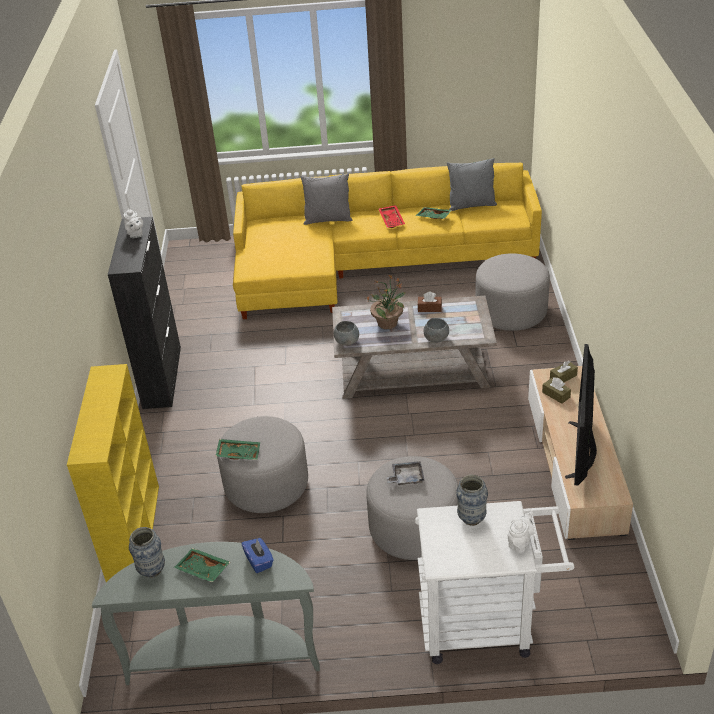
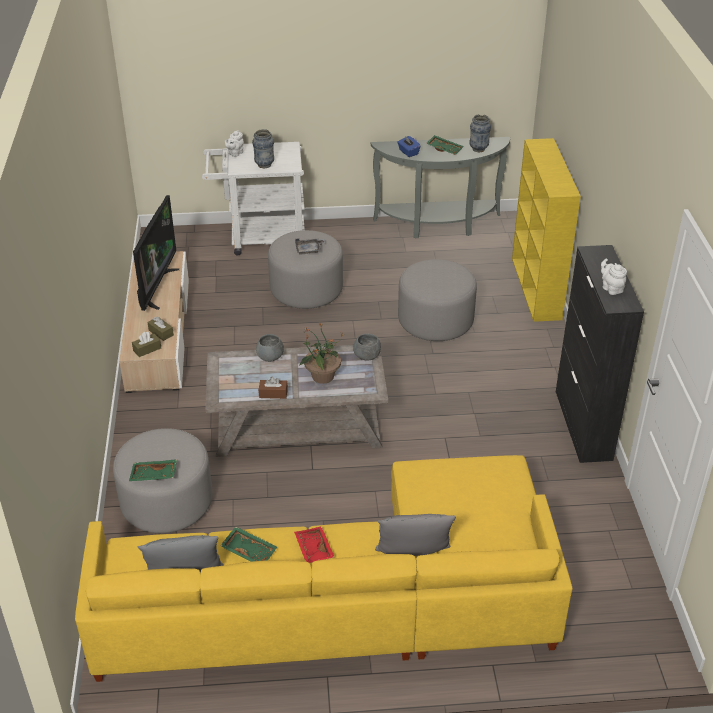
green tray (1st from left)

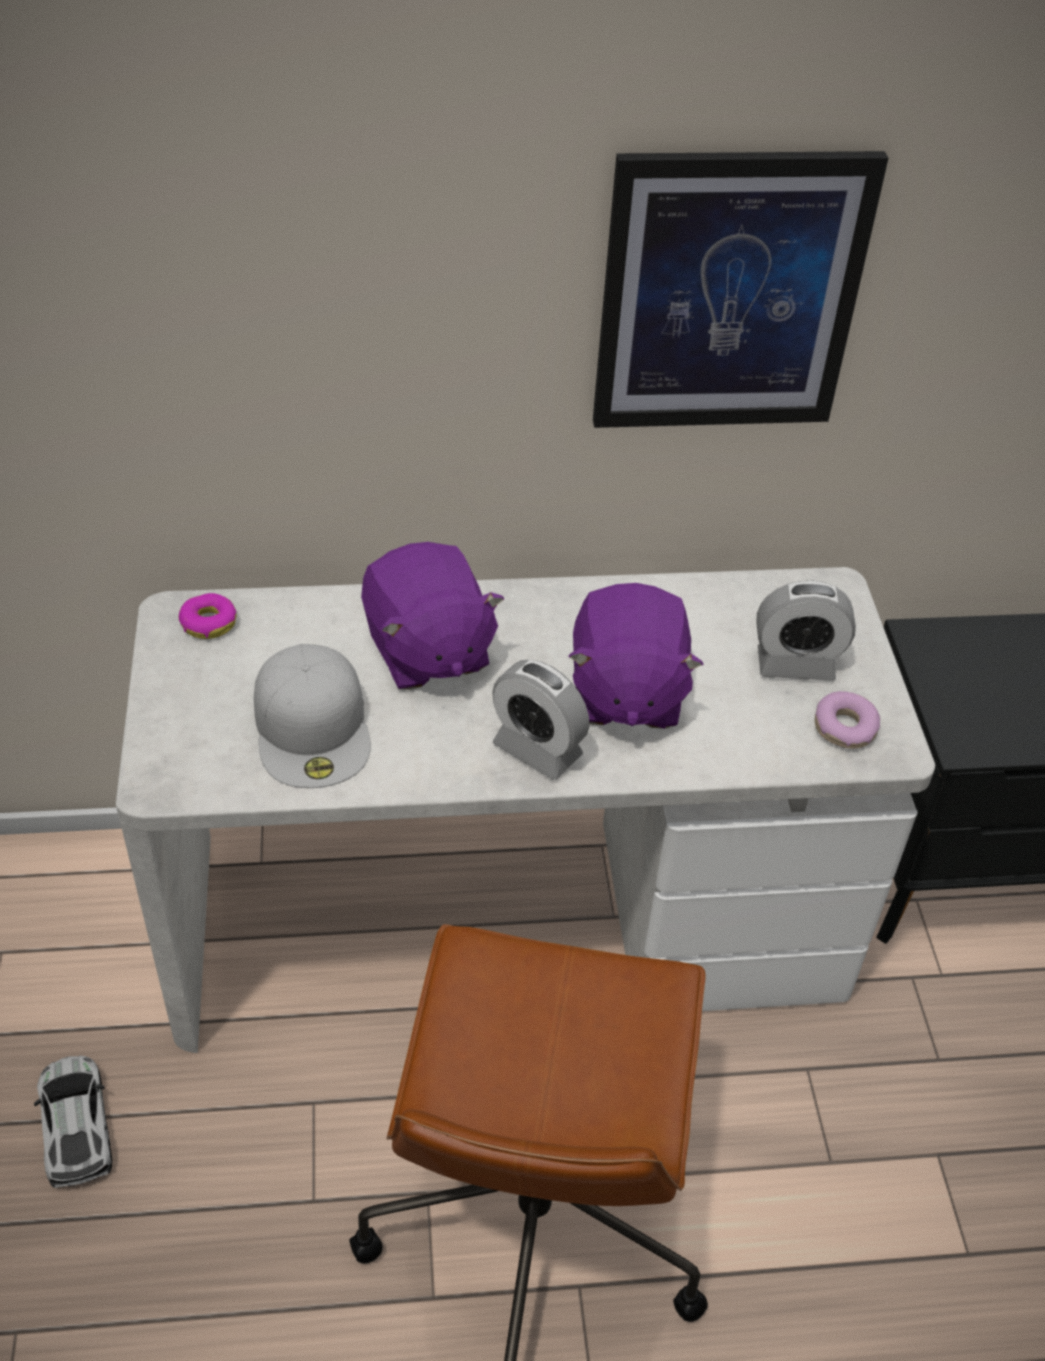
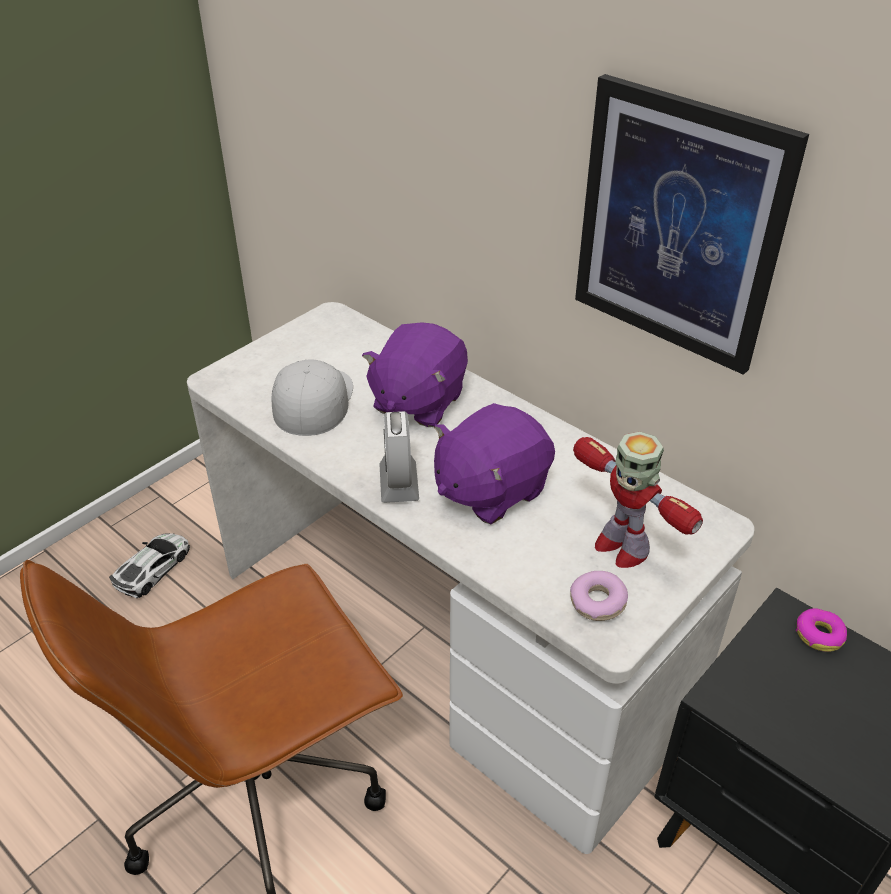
donut (2nd from left)
white cap
toy robot

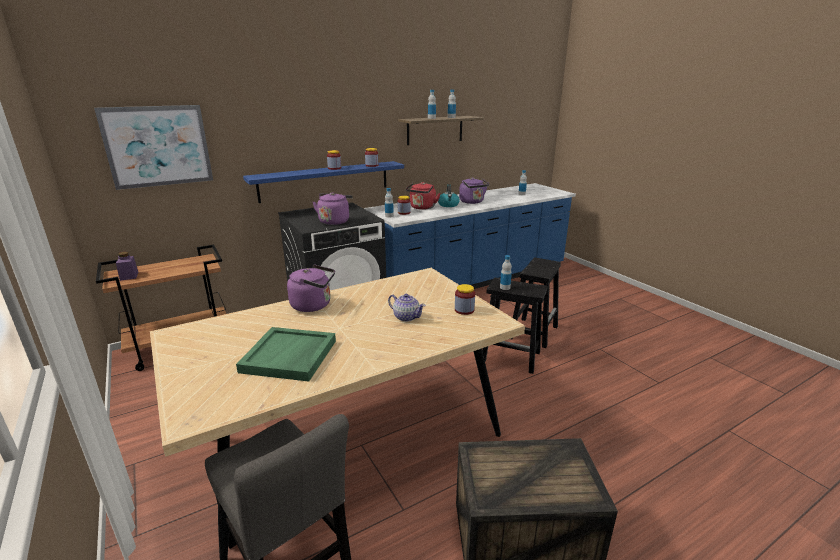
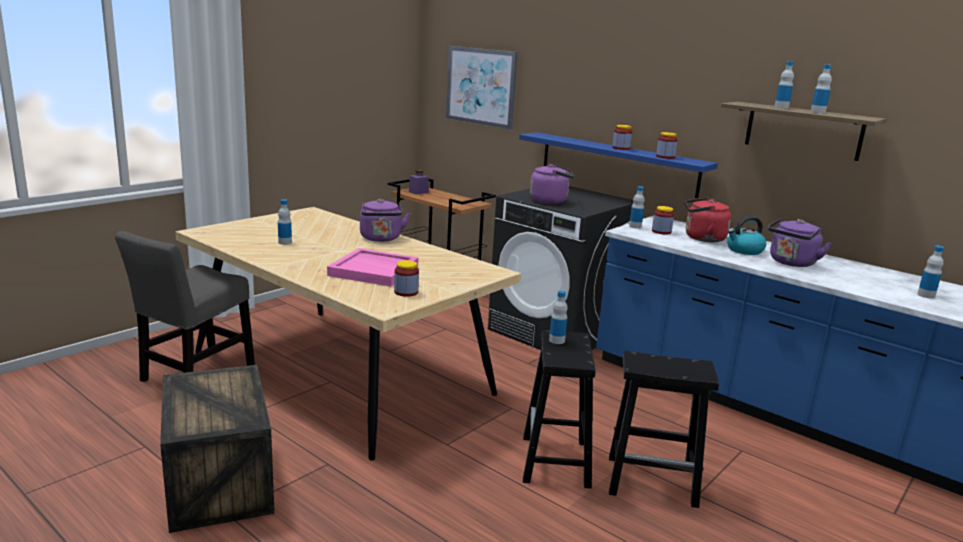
bottle (1st from left)
pink tray

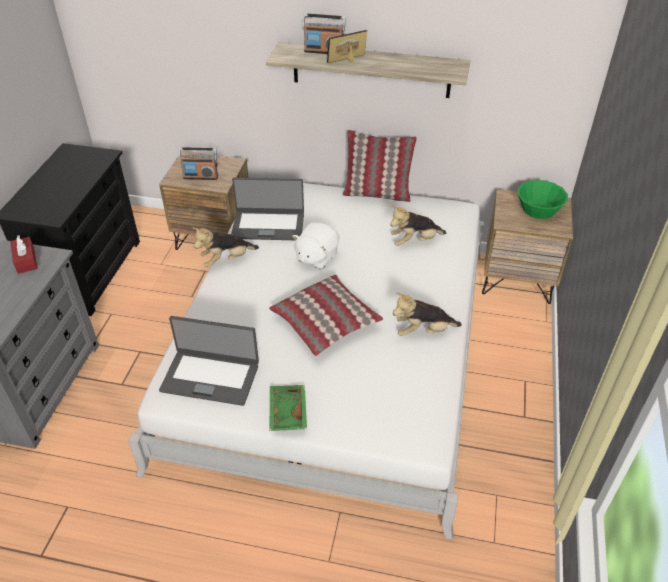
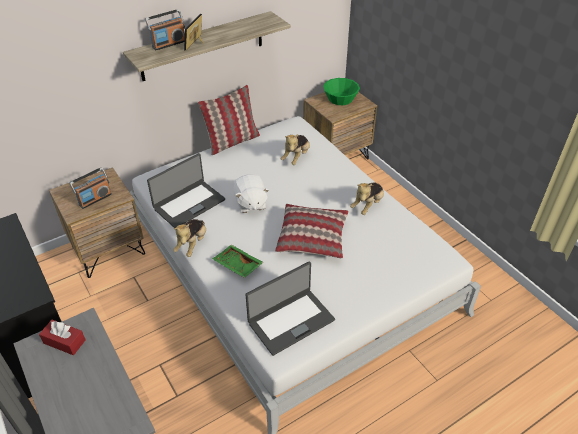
green tray

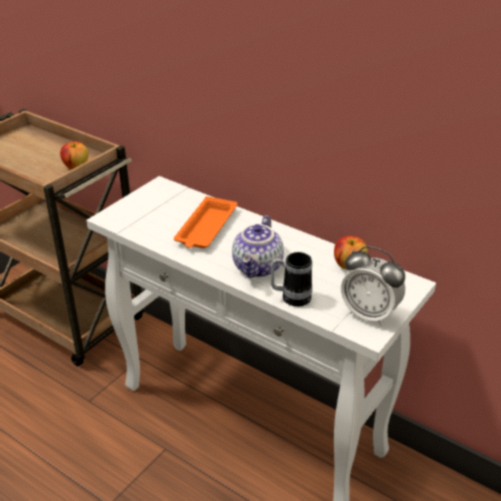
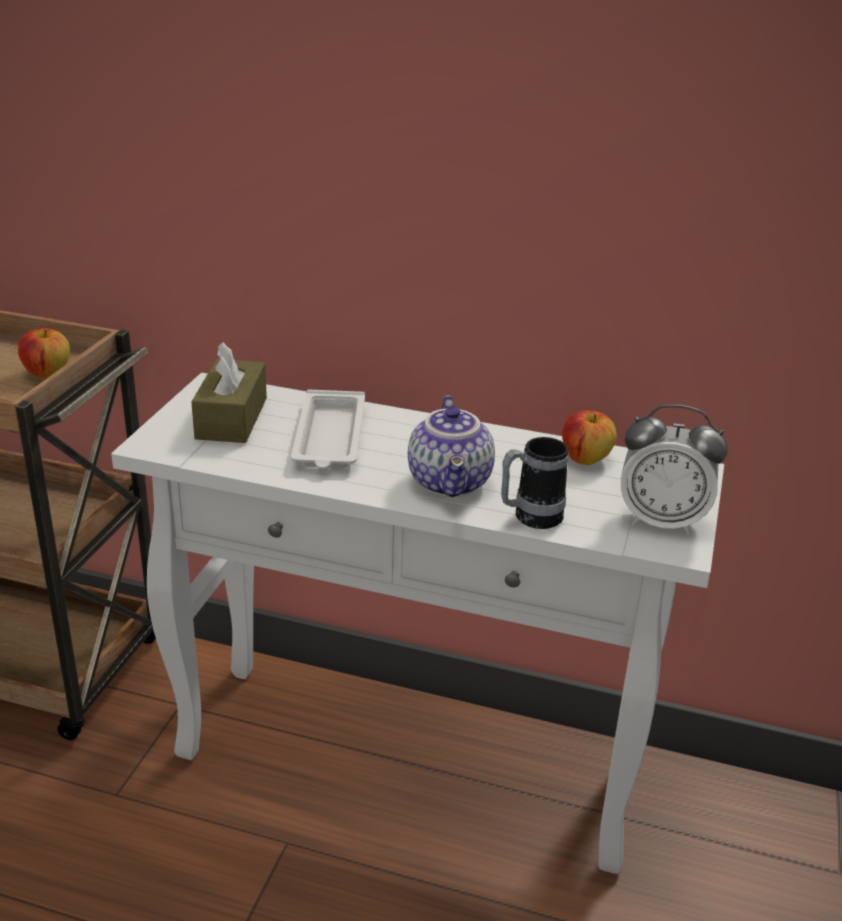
white tray
brown tissue box

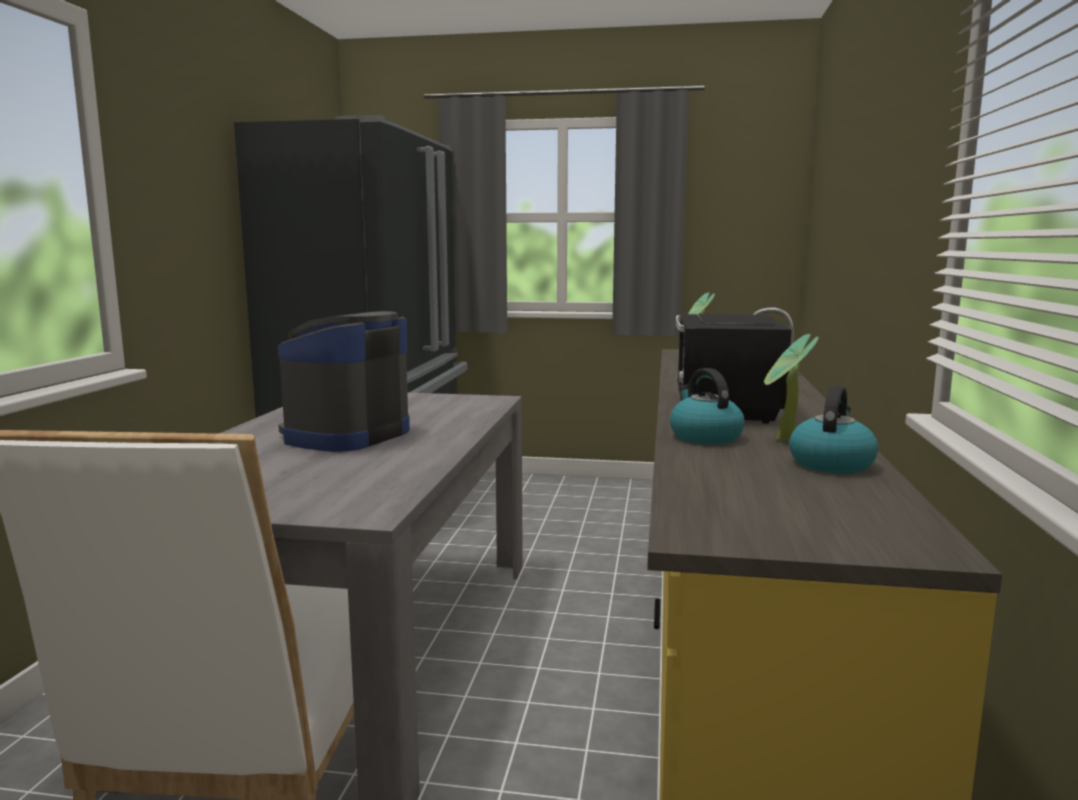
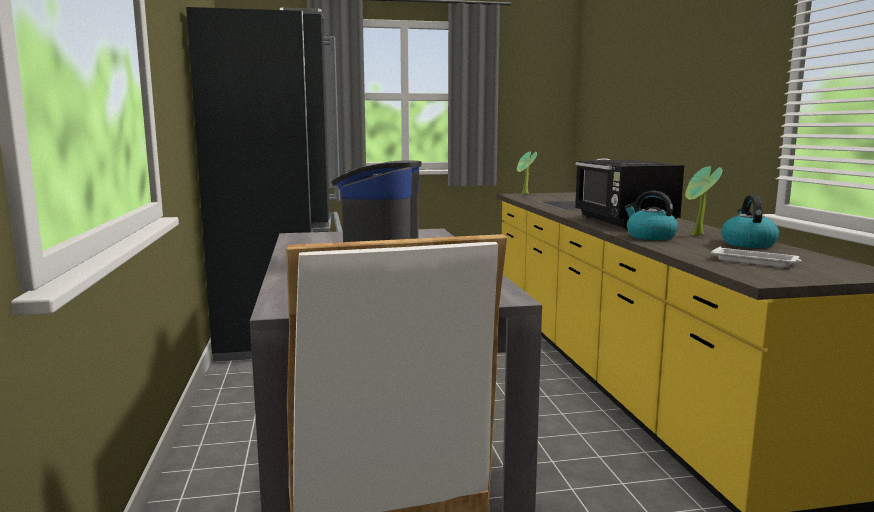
white tray

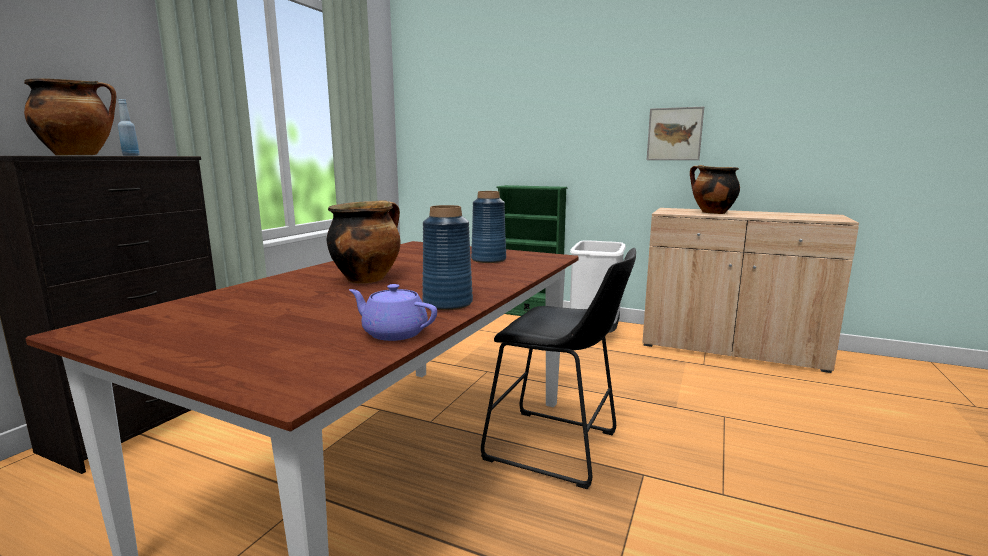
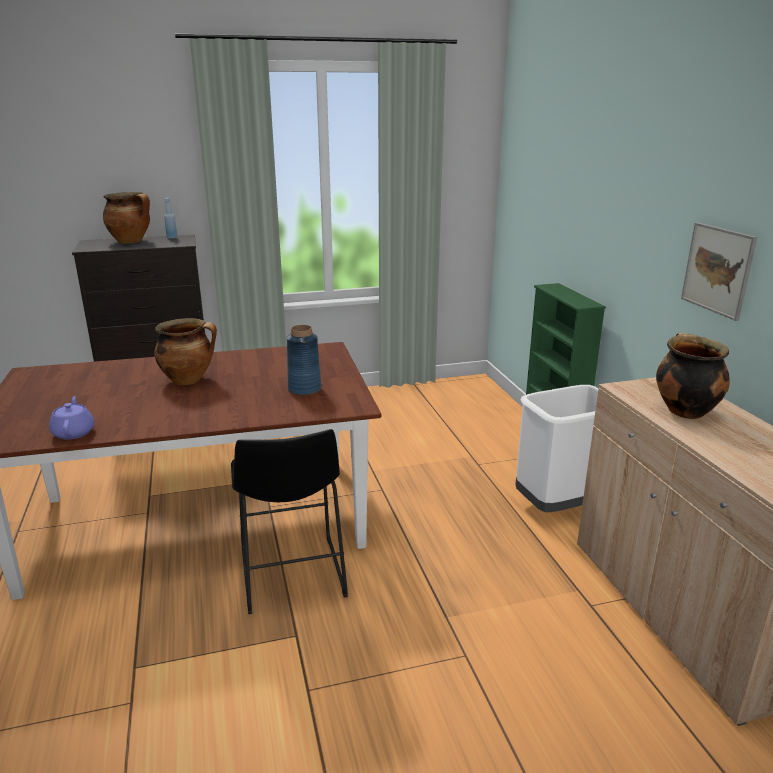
blue vase (1st from left in the first image)

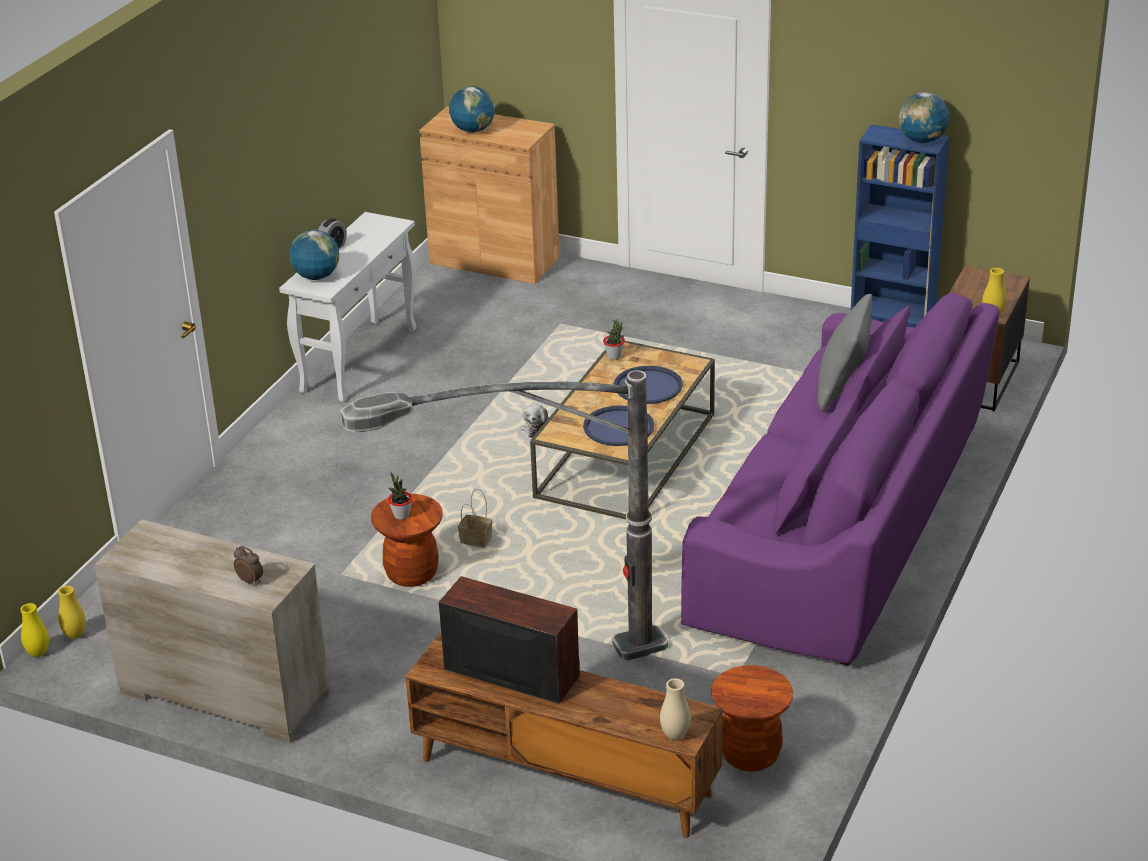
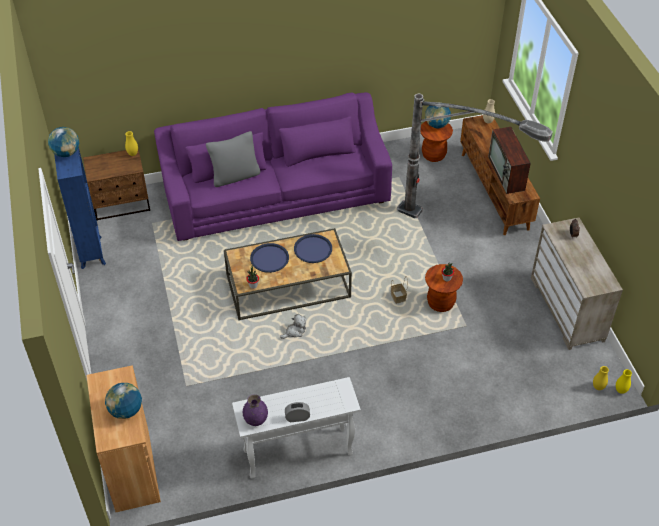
globe (3rd from left)
purple vase

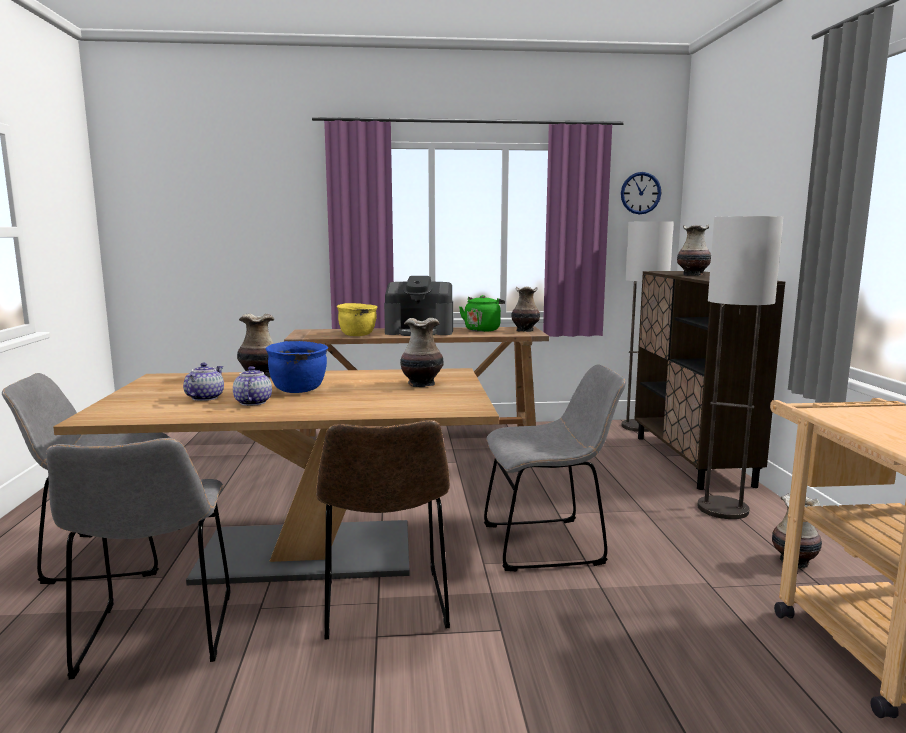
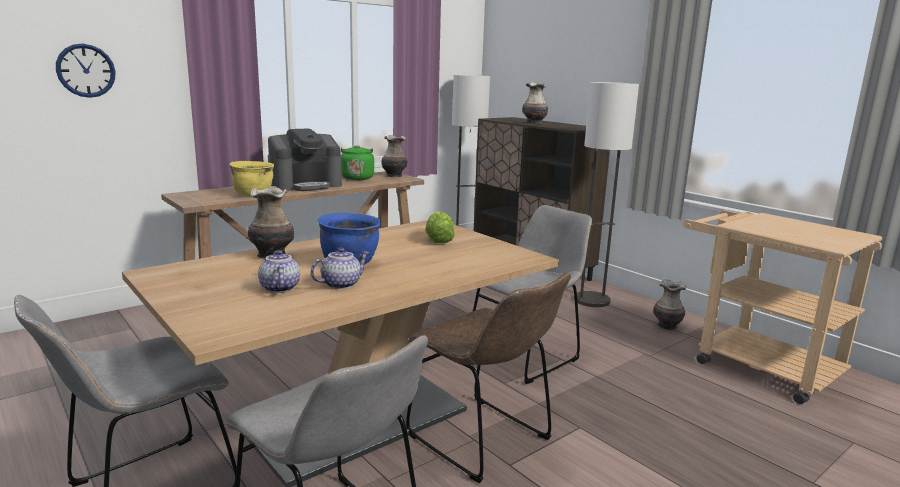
teapot (2nd from left)
lettuce
wall clock

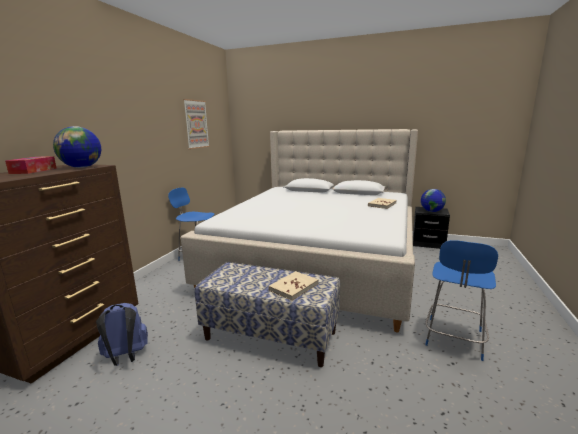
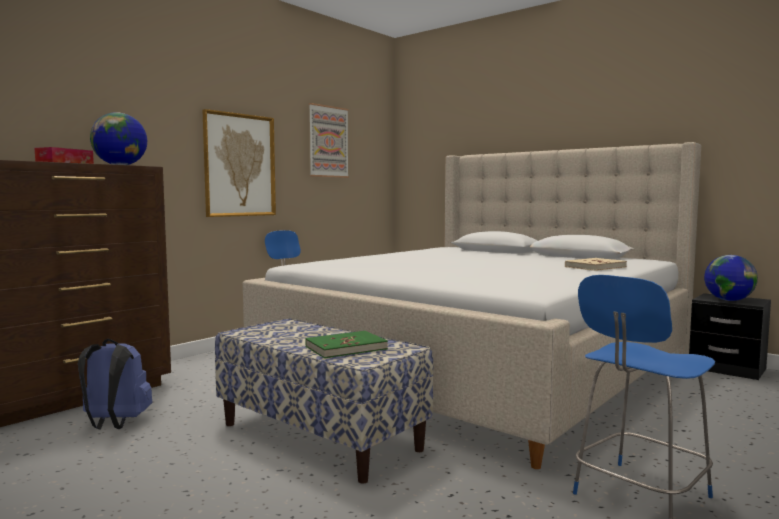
green book
picture (1st from left)

